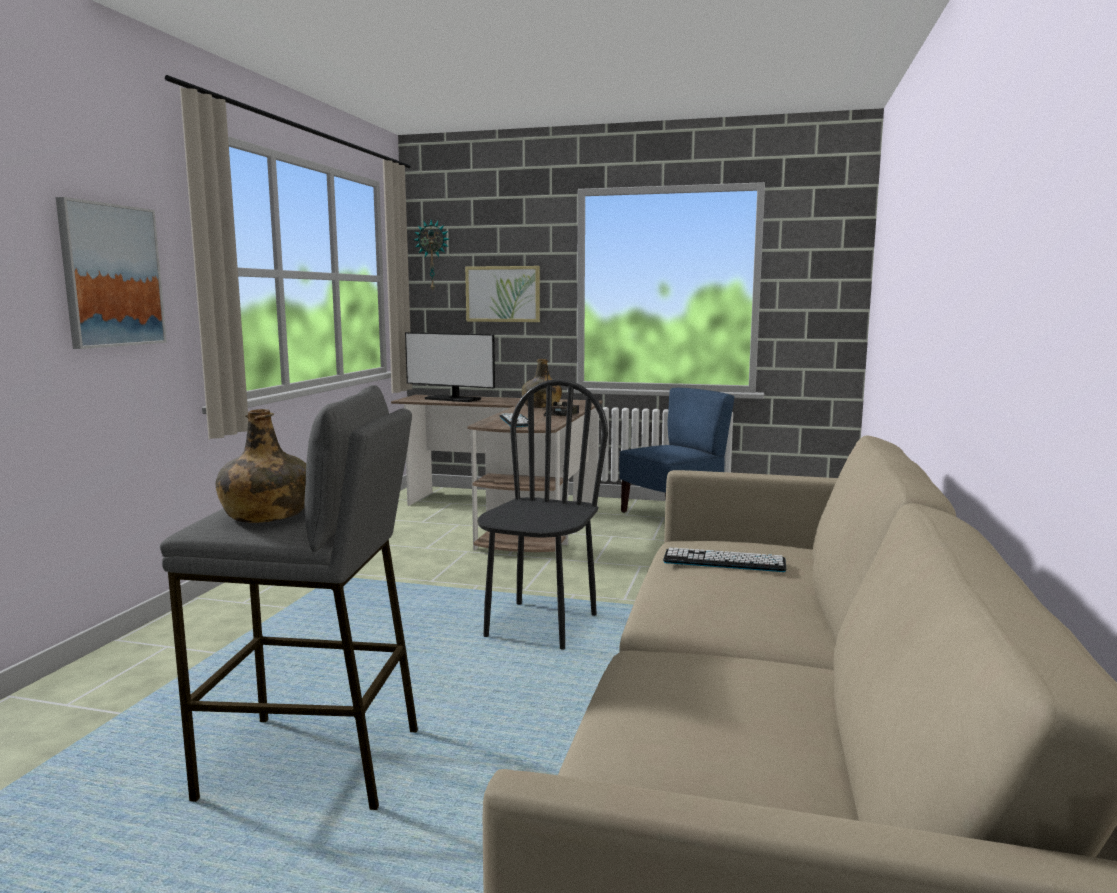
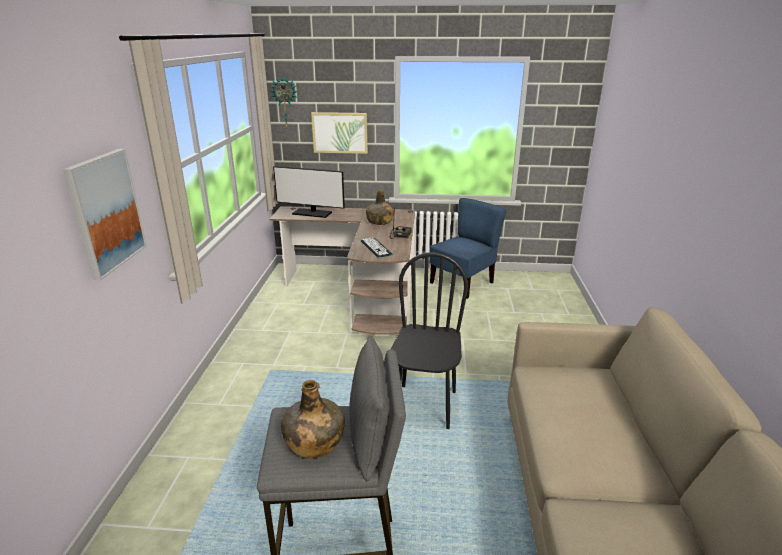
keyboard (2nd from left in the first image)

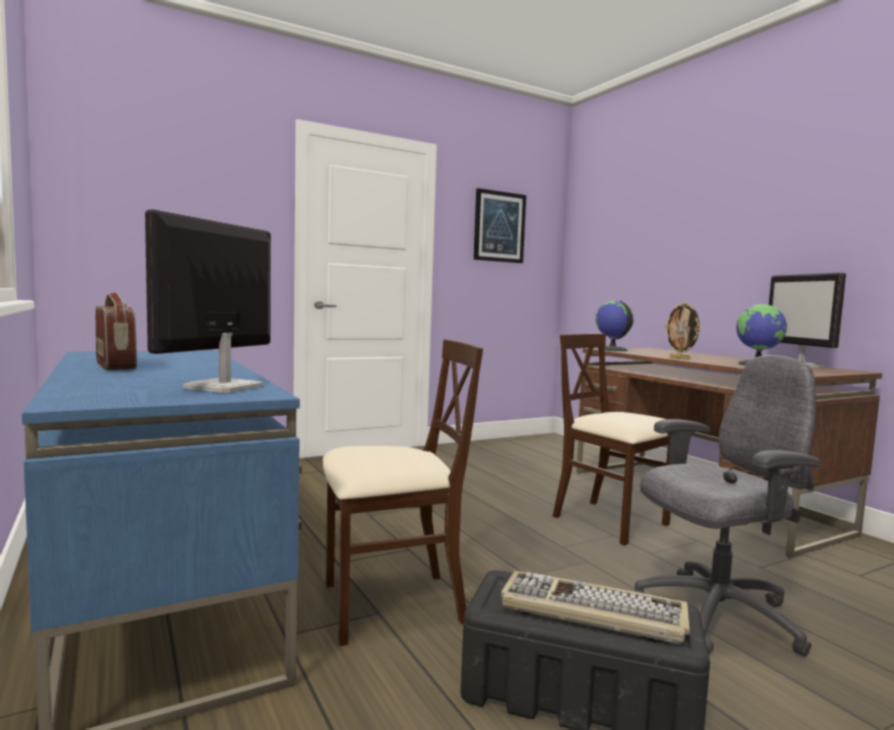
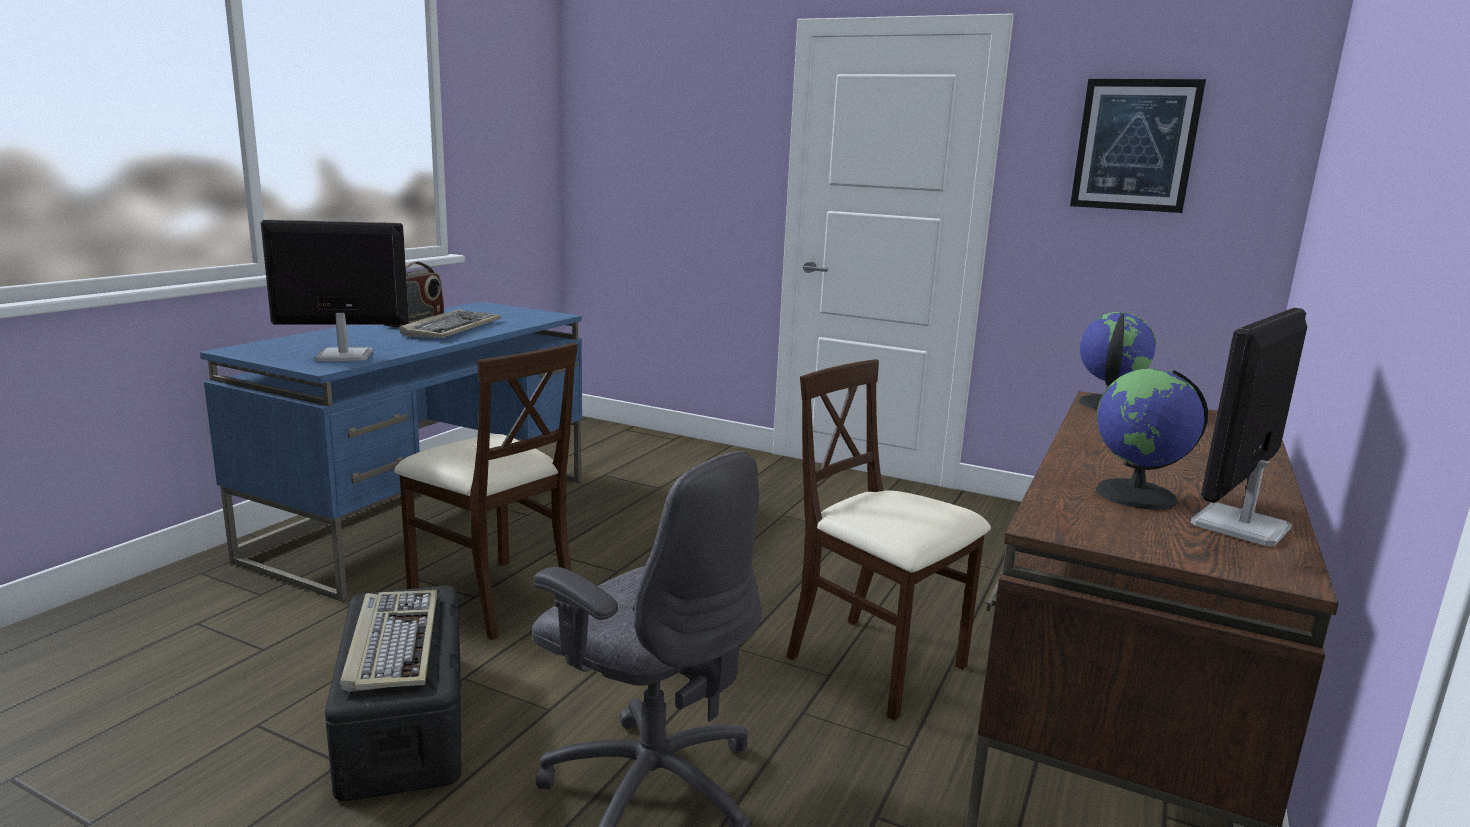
beige chair (2nd from left)
picture frame
keyboard (2nd from left)

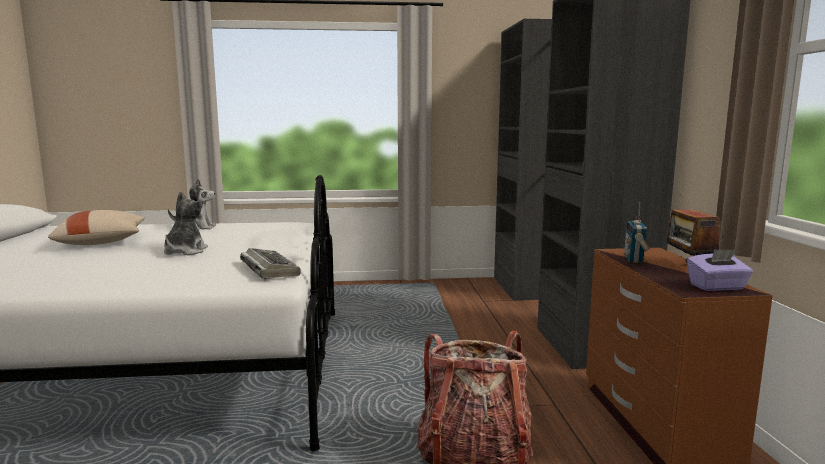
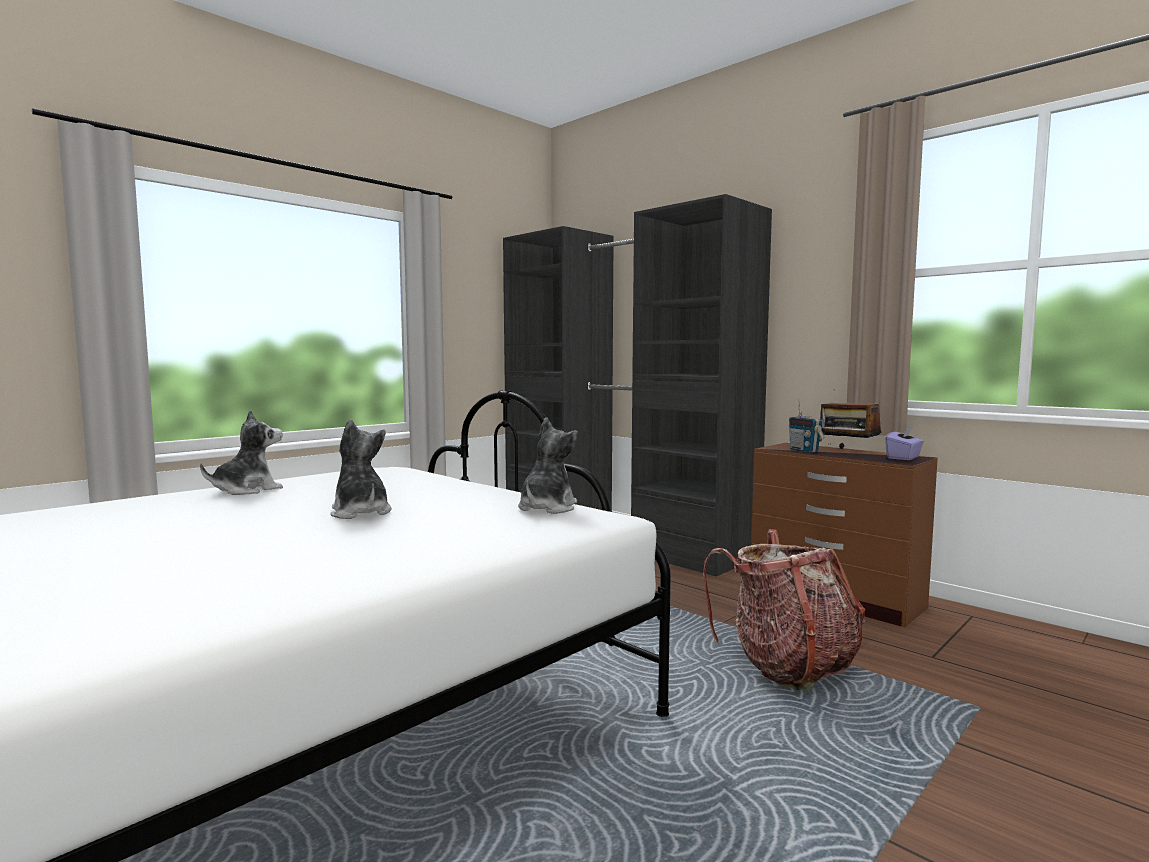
beige pillow
plush toy (3rd from left)

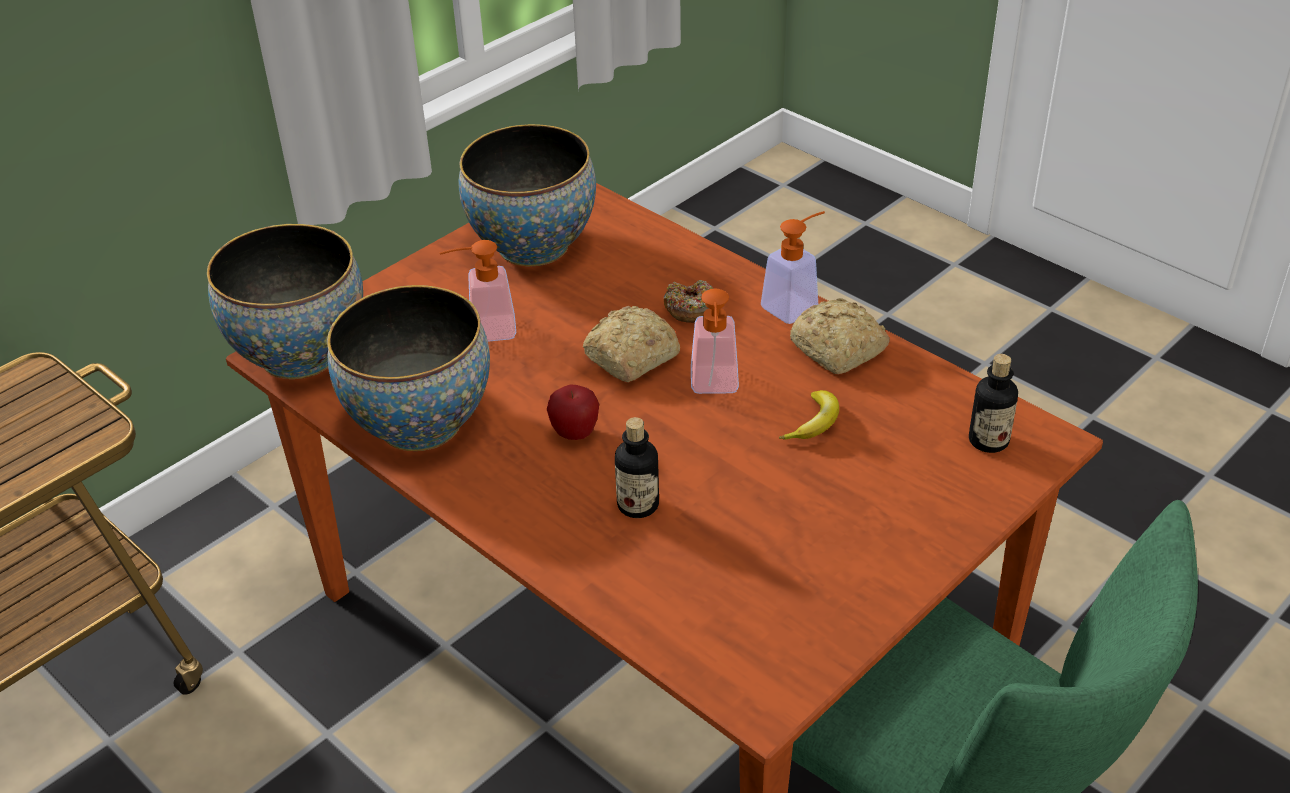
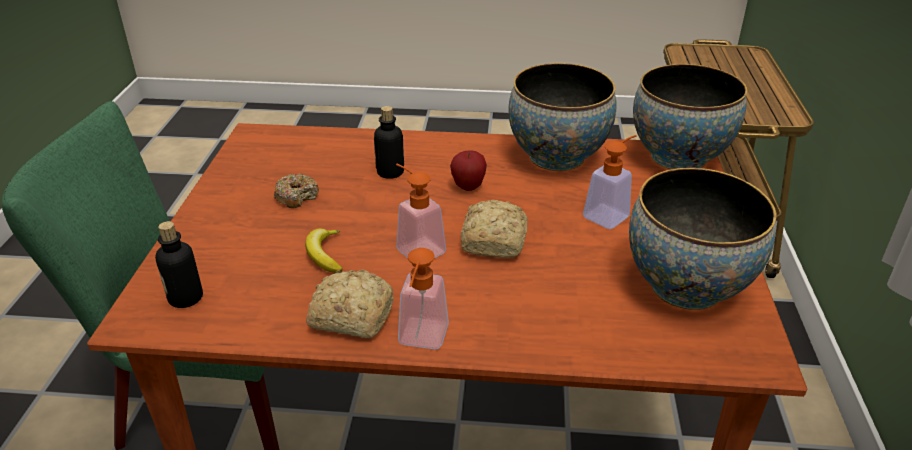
donut

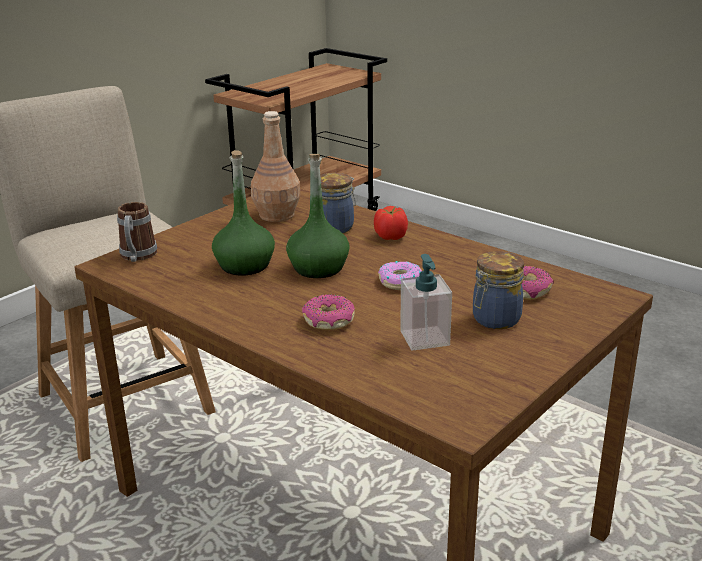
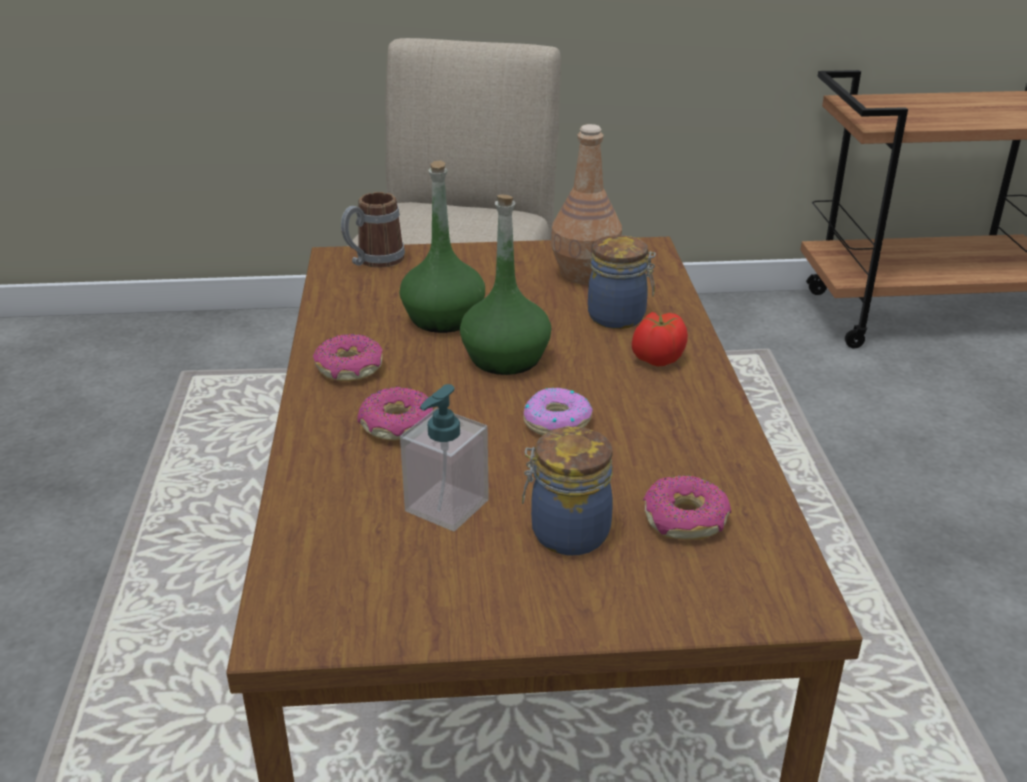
donut (1st from left)

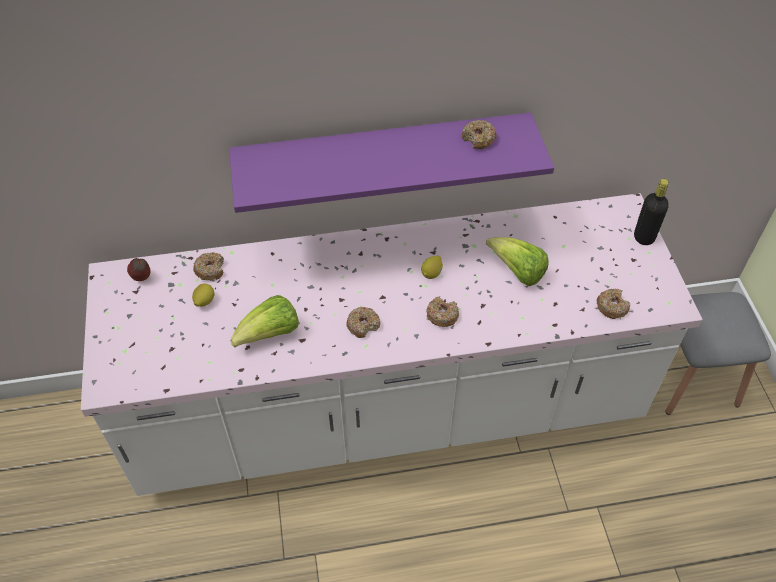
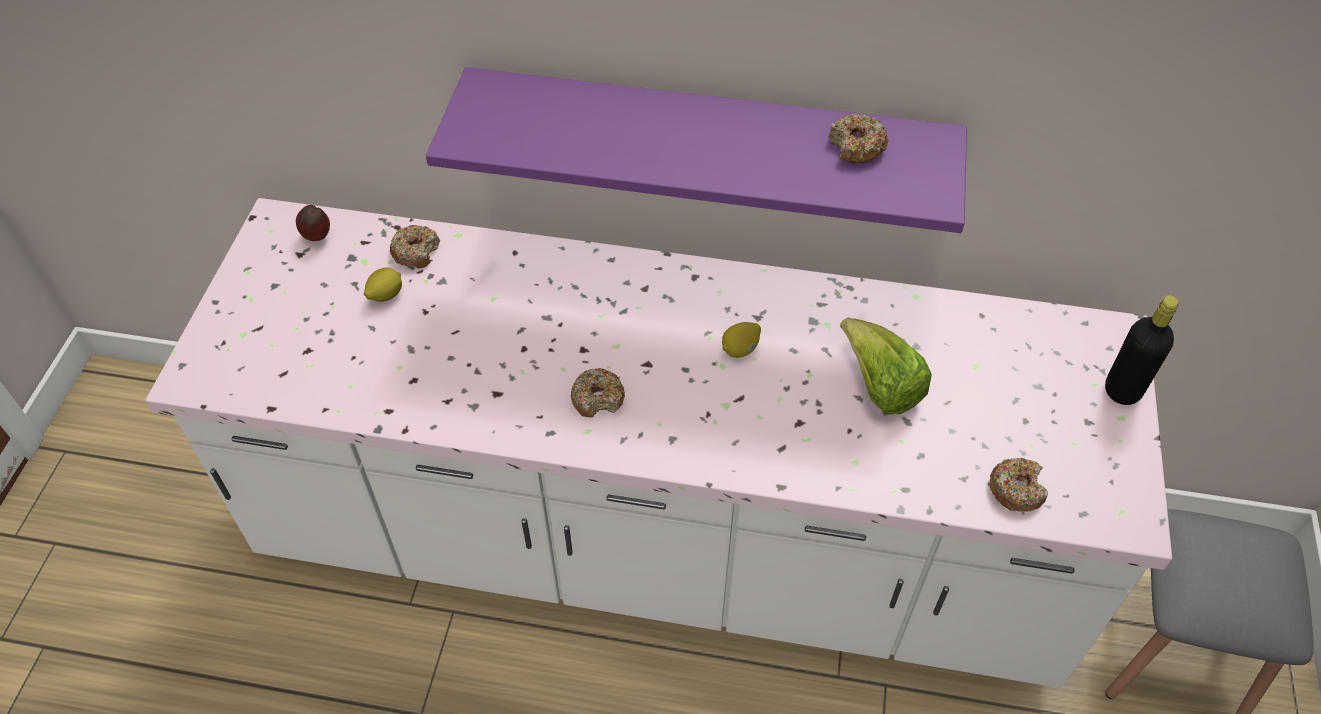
lettuce (1st from left in the first image)
donut (3rd from left in the first image)

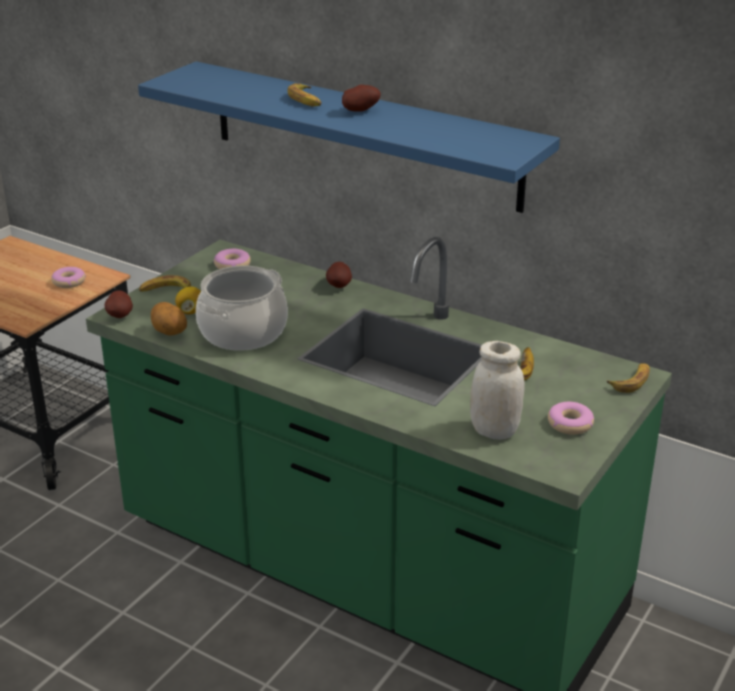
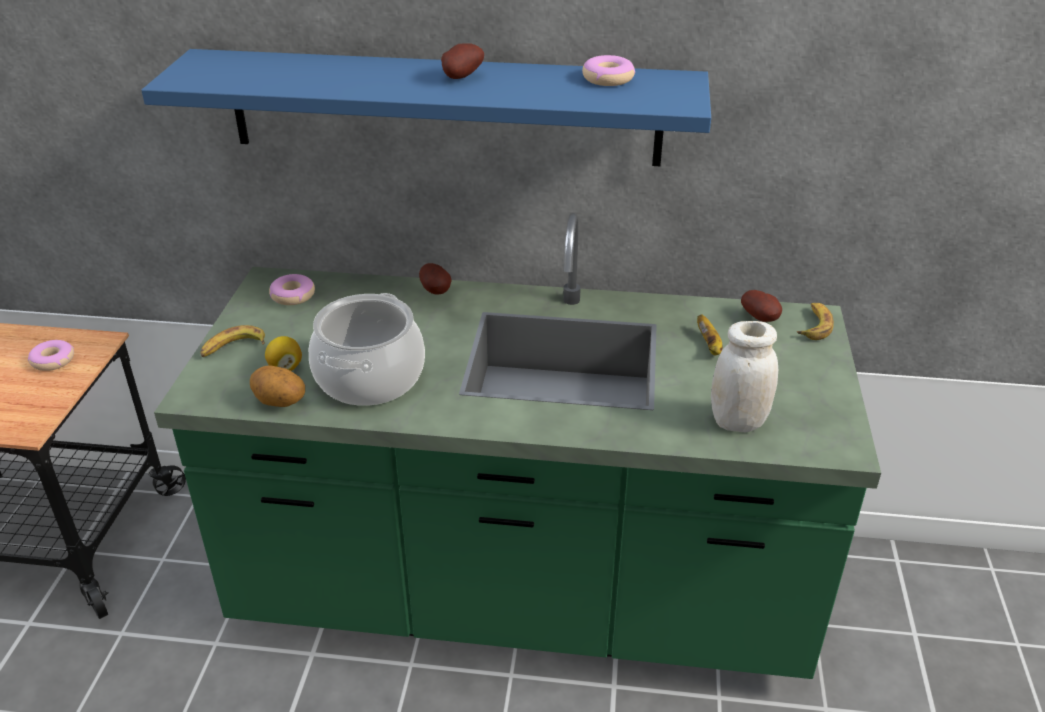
potato (4th from left)
banana (2nd from left in the first image)
donut (3rd from left)

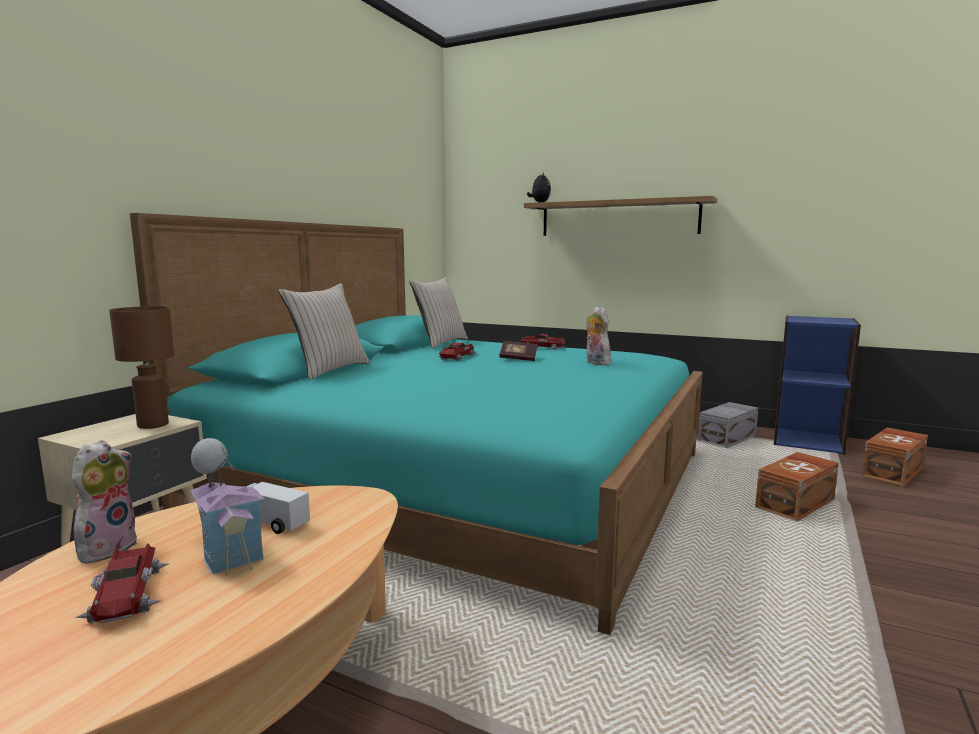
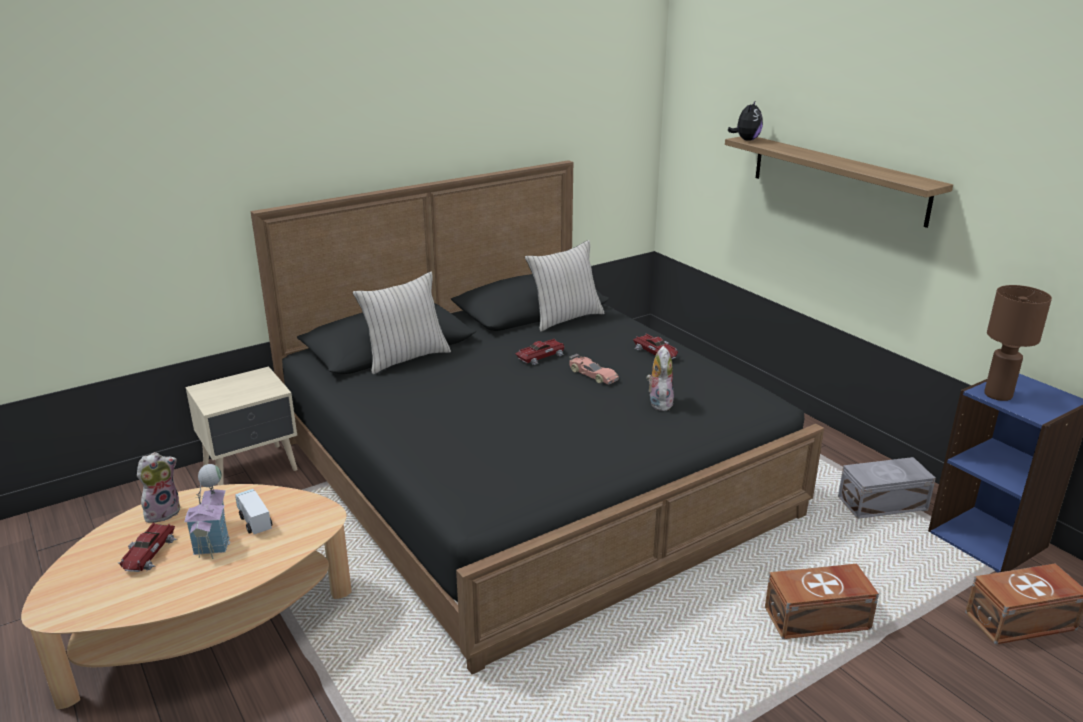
brown table lamp
black bed
toy car (3rd from left)

